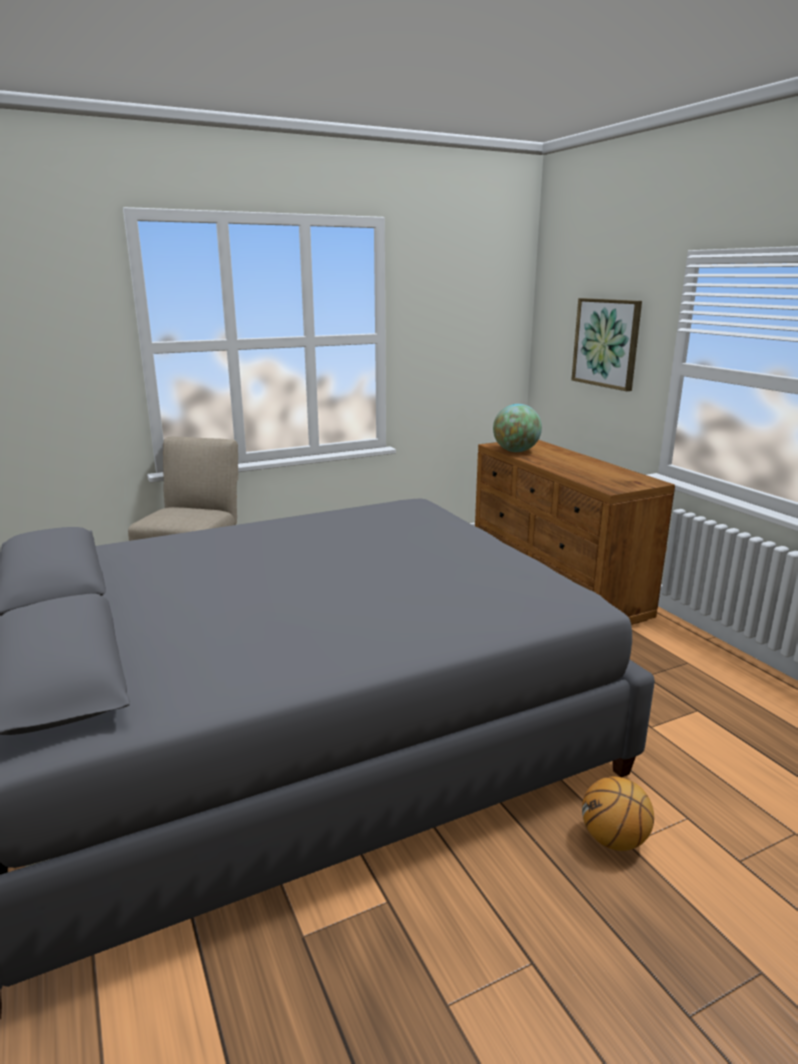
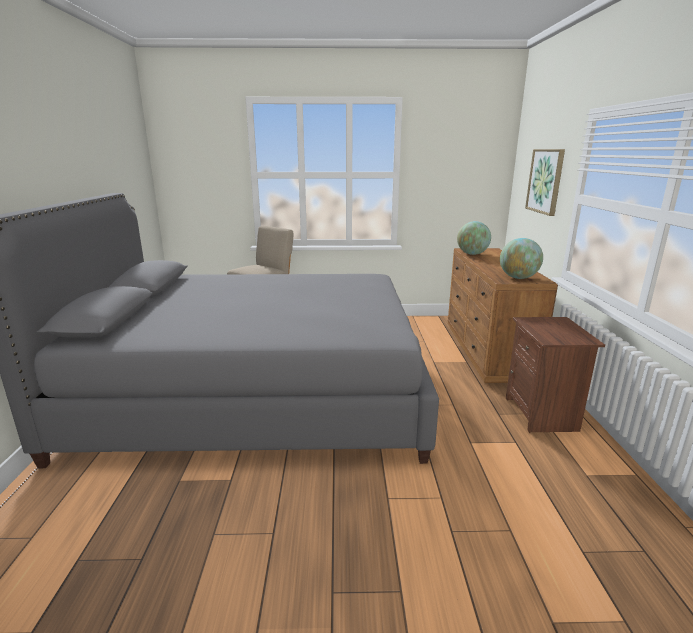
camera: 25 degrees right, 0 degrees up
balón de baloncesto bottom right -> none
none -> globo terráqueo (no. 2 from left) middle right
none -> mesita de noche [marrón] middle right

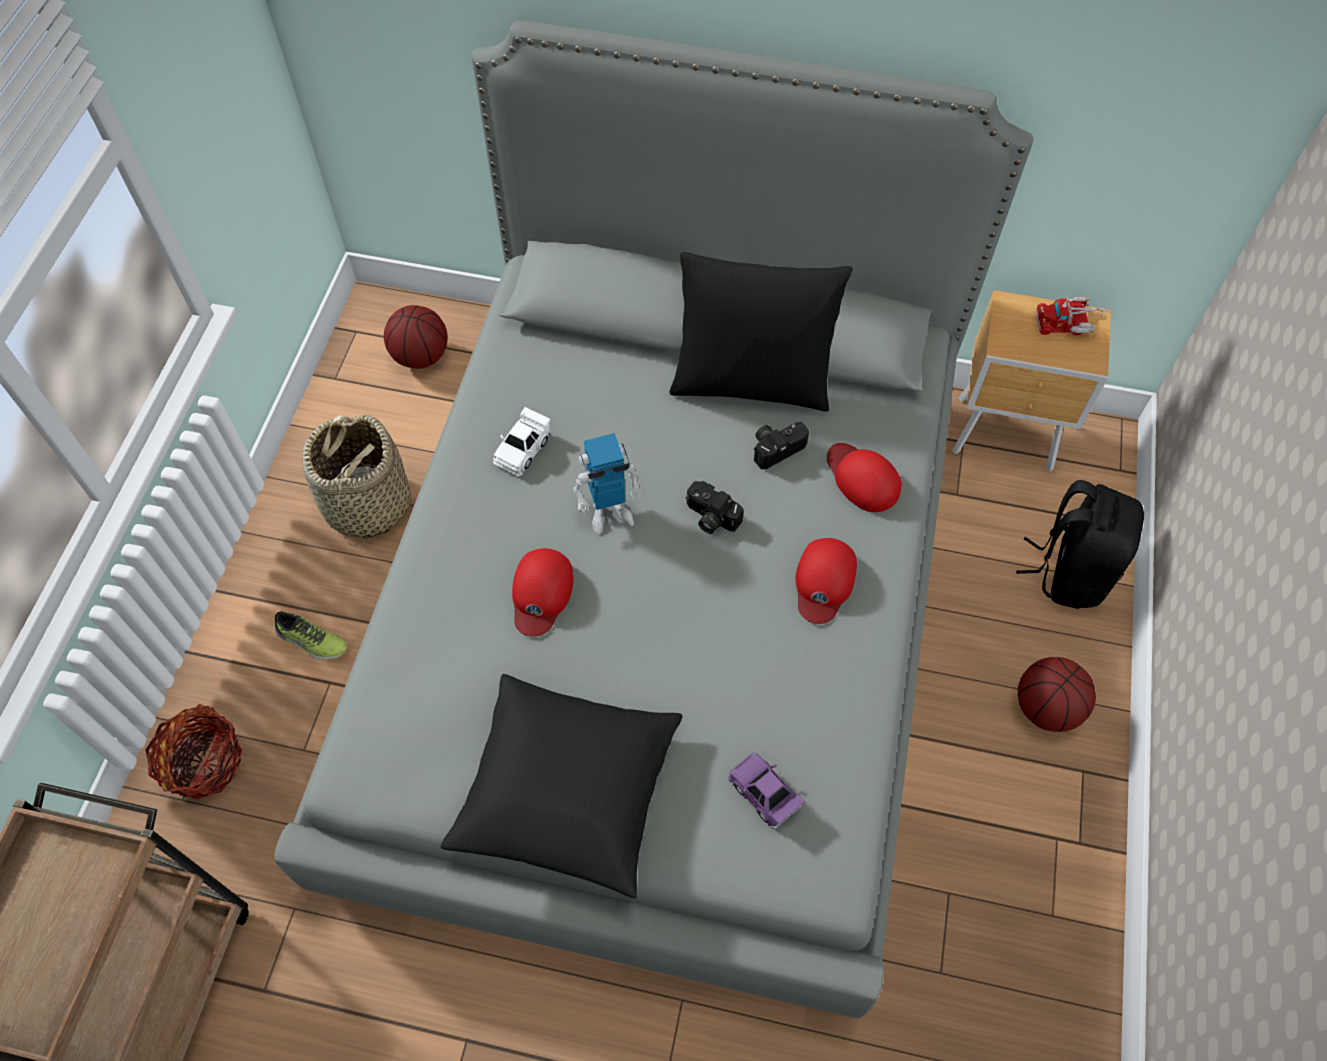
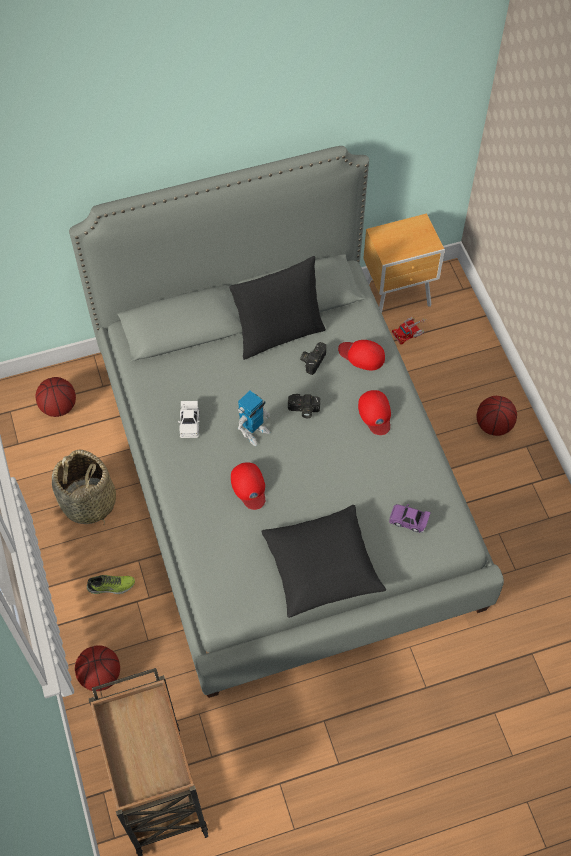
camera: 30 degrees left, 0 degrees up
mochila [negro] middle right -> none
camión de juguete top right -> camión de juguete middle right, shifted
cesta (no. 1 from left) bottom left -> balón de baloncesto (no. 2 from left) bottom left

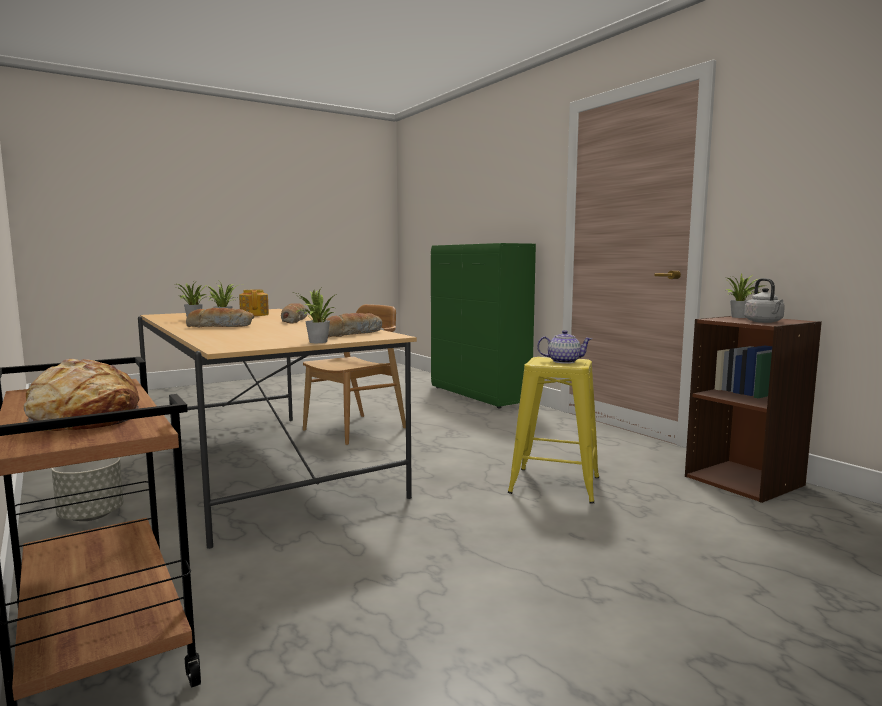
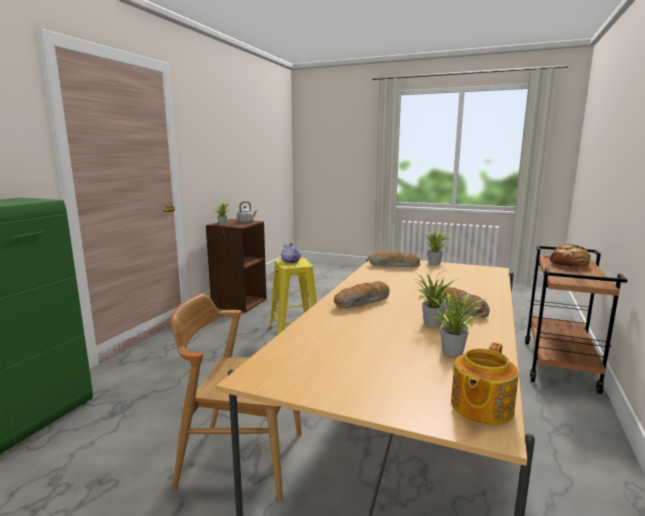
camera: 125 degrees left, 5 degrees up
maceta [gris] bottom left -> none
tetera (no. 1 from left in the first image) middle left -> tetera (no. 2 from left) bottom right, shifted

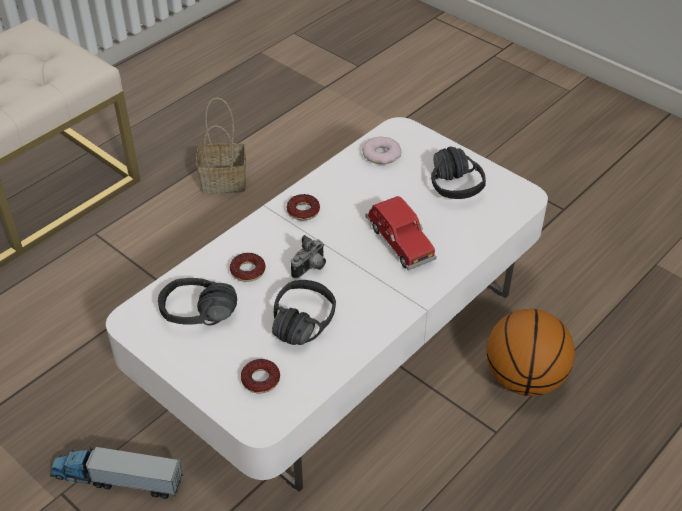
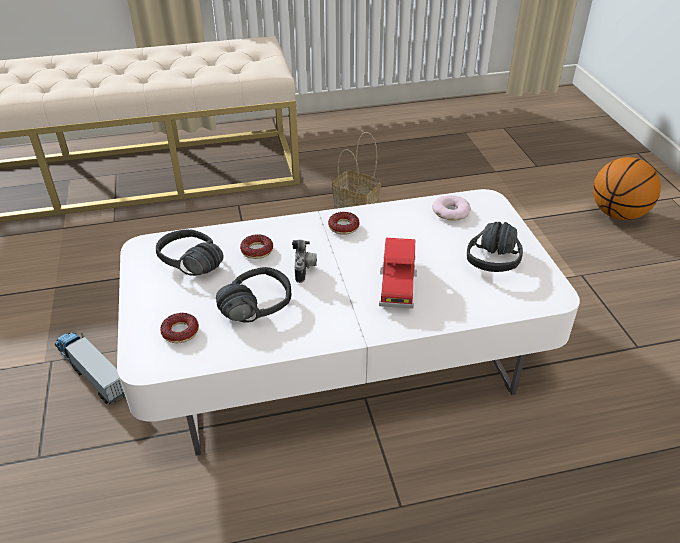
camera: 35 degrees right, 5 degrees down
balón de baloncesto bottom right -> balón de baloncesto middle right, shifted
cámara centre, 75 degrees counterclockwise

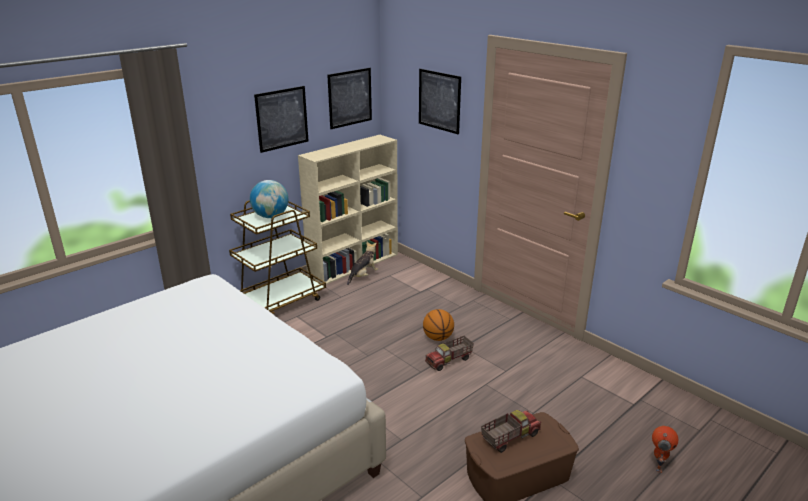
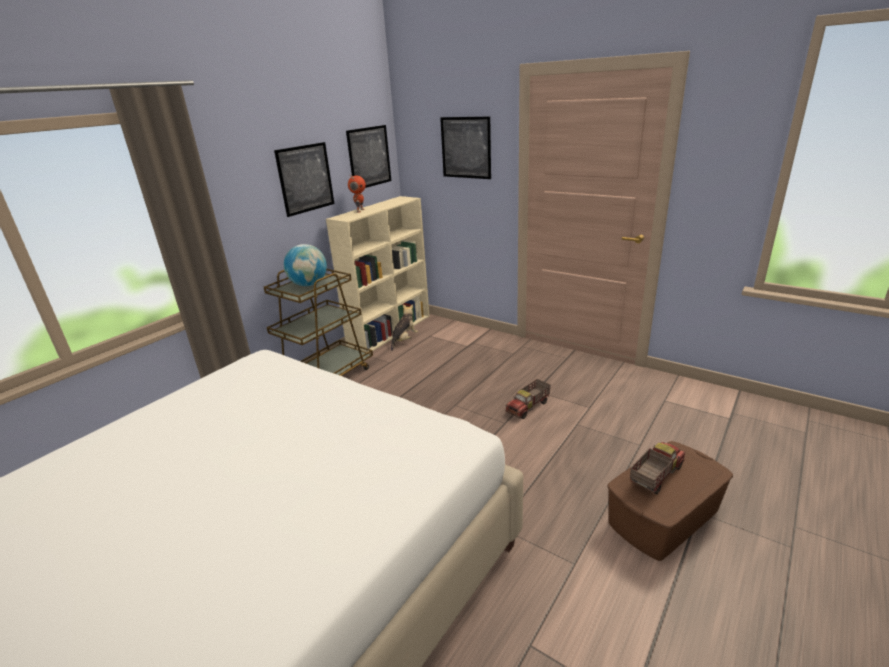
camera: 10 degrees left, 0 degrees up
balón de baloncesto centre -> none
robot de juguete bottom right -> robot de juguete top centre, shifted

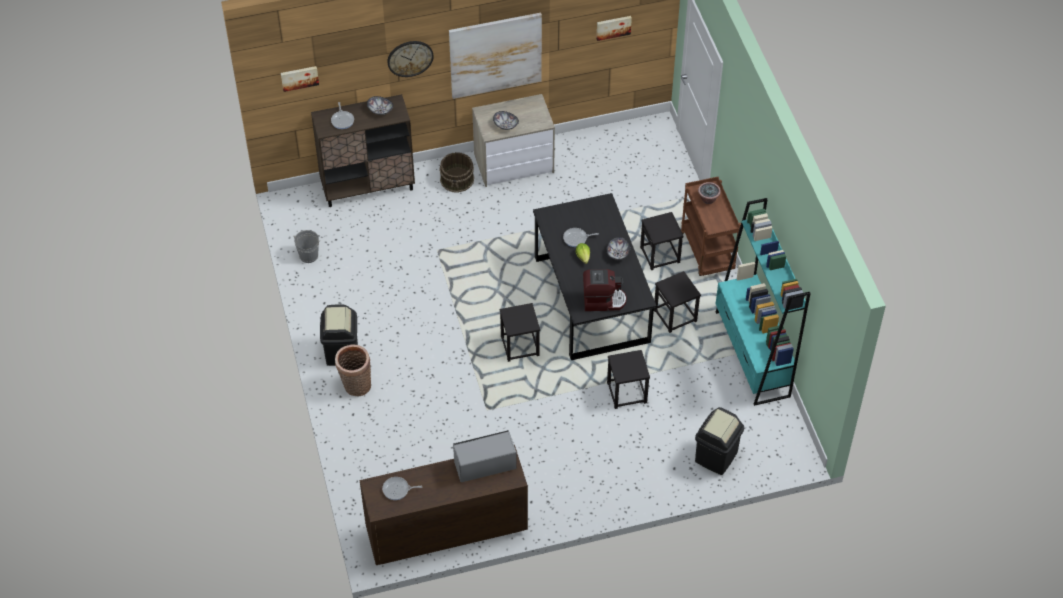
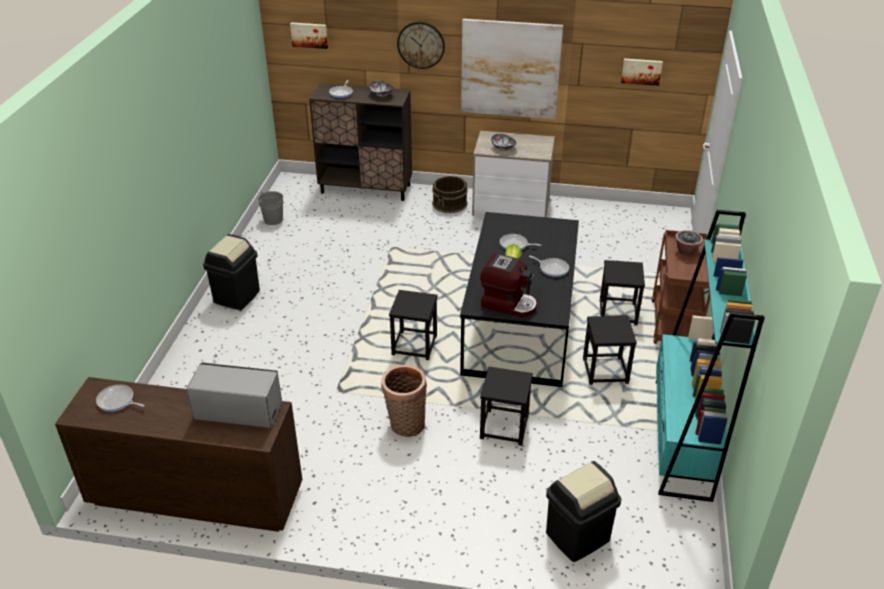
camera: 25 degrees right, 15 degrees down
cesta middle left -> cesta bottom centre, shifted
cuenco (no. 3 from left) centre -> sartén (no. 4 from left) centre

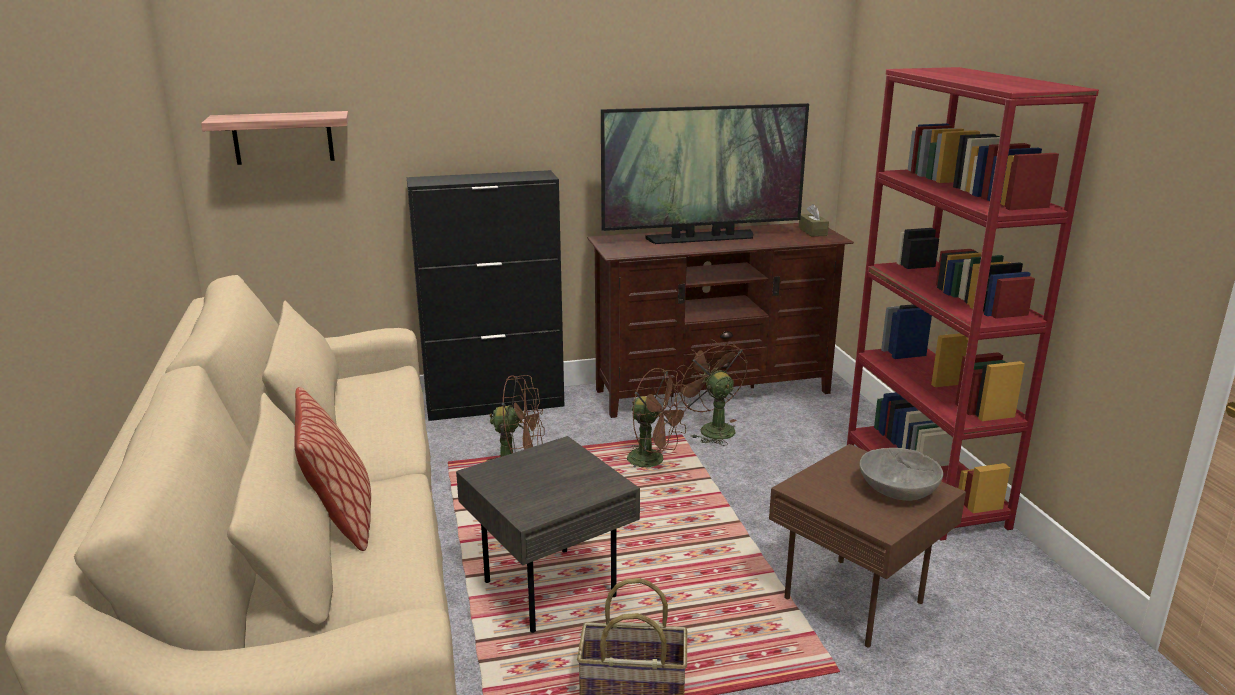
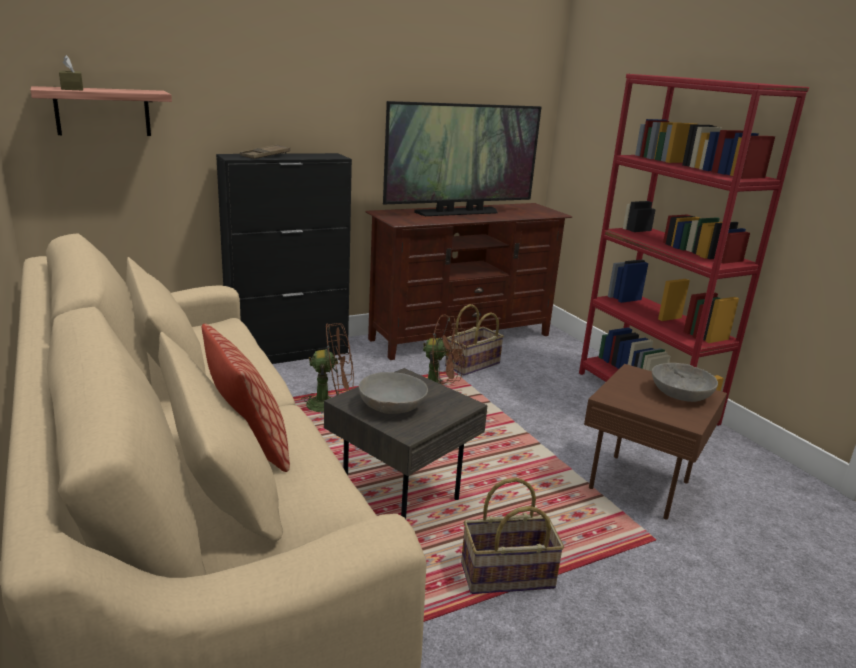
camera: 15 degrees left, 0 degrees up
none -> bandeja [marrón] top left
none -> cuenco [gris] (no. 1 from left) centre
caja de pañuelos [marrón] top centre -> caja de pañuelos [marrón] top left, shifted
ventilador [marrón] (no. 3 from left) centre -> cesta (no. 1 from left) centre

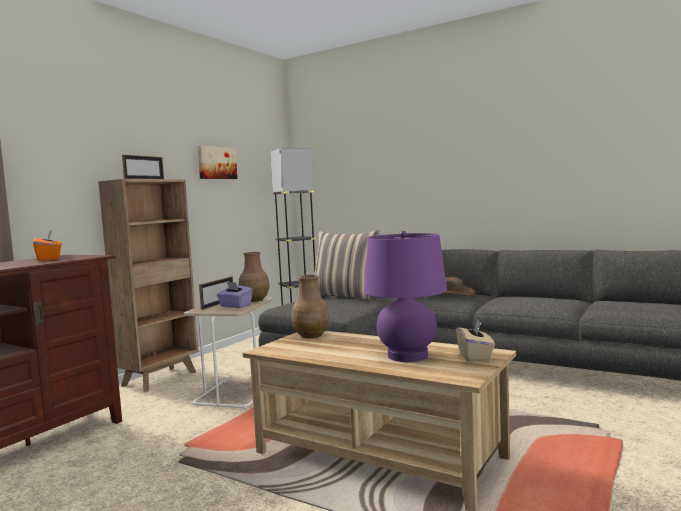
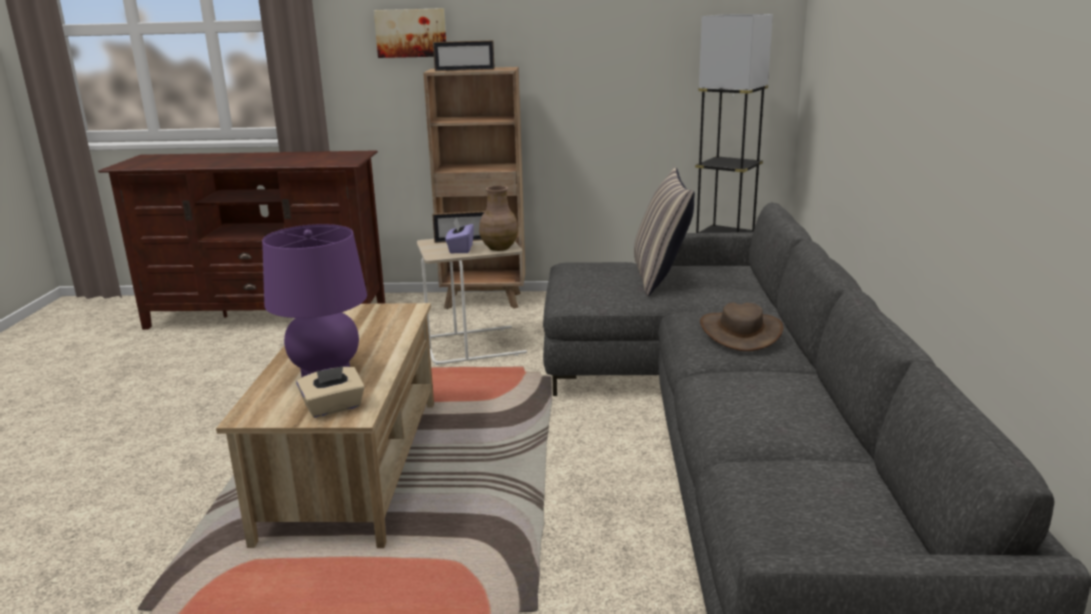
camera: 60 degrees right, 15 degrees up
caja de pañuelos [naranja] middle left -> none
florero [marrón] (no. 2 from left) centre -> none
cuadro top left -> cuadro top centre, shifted

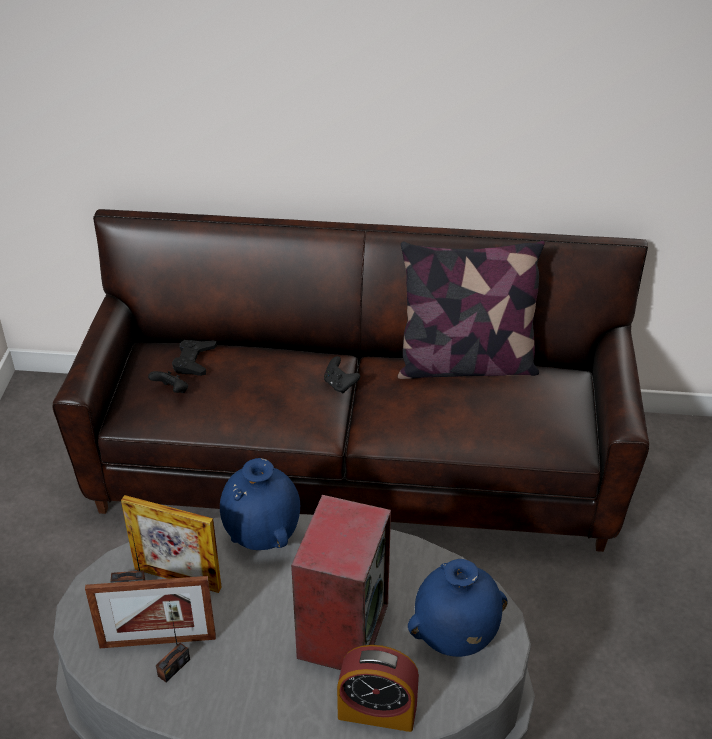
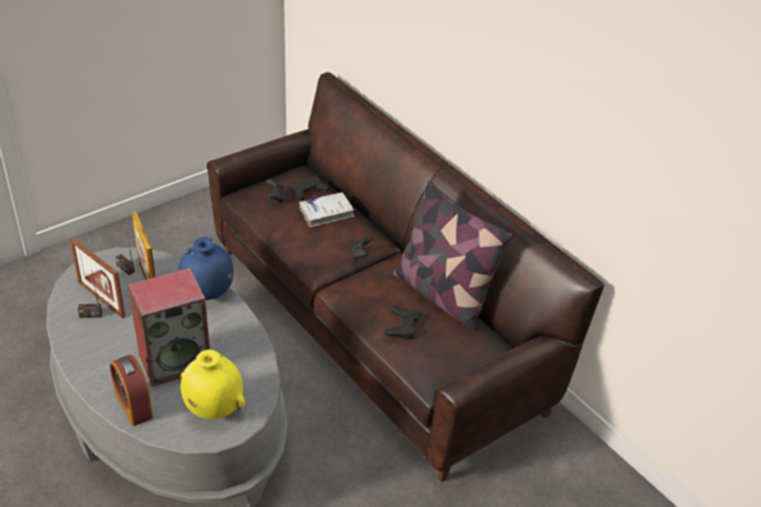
camera: 45 degrees right, 0 degrees up
none -> libro [blanco] centre
none -> mando de consola [negro] (no. 4 from left) centre
florero [azul] (no. 2 from left) bottom centre -> florero [amarillo] bottom left

